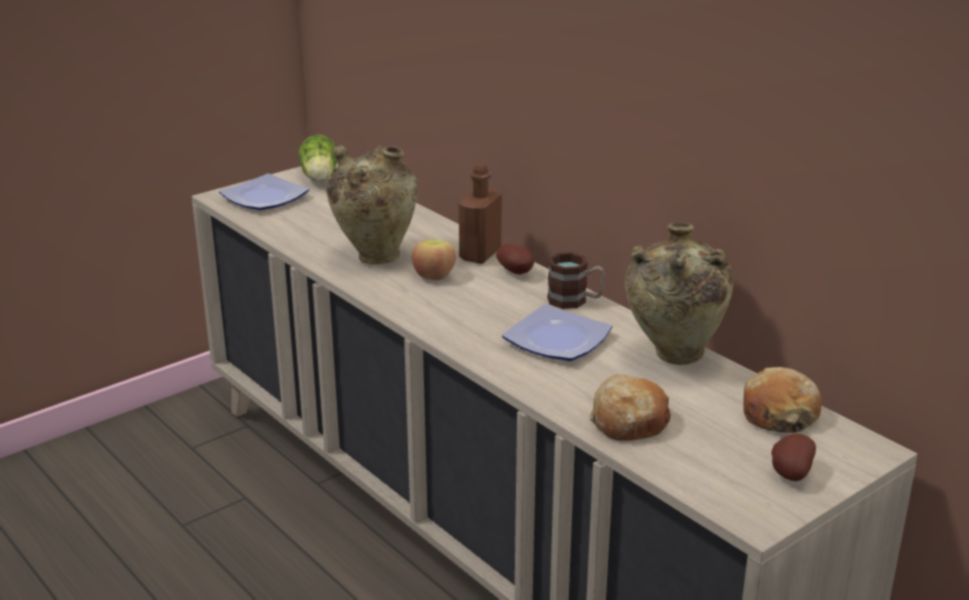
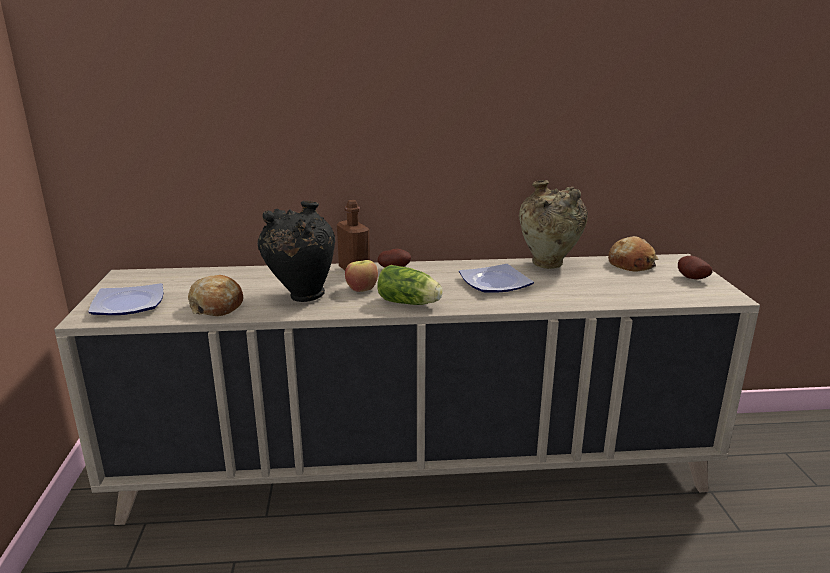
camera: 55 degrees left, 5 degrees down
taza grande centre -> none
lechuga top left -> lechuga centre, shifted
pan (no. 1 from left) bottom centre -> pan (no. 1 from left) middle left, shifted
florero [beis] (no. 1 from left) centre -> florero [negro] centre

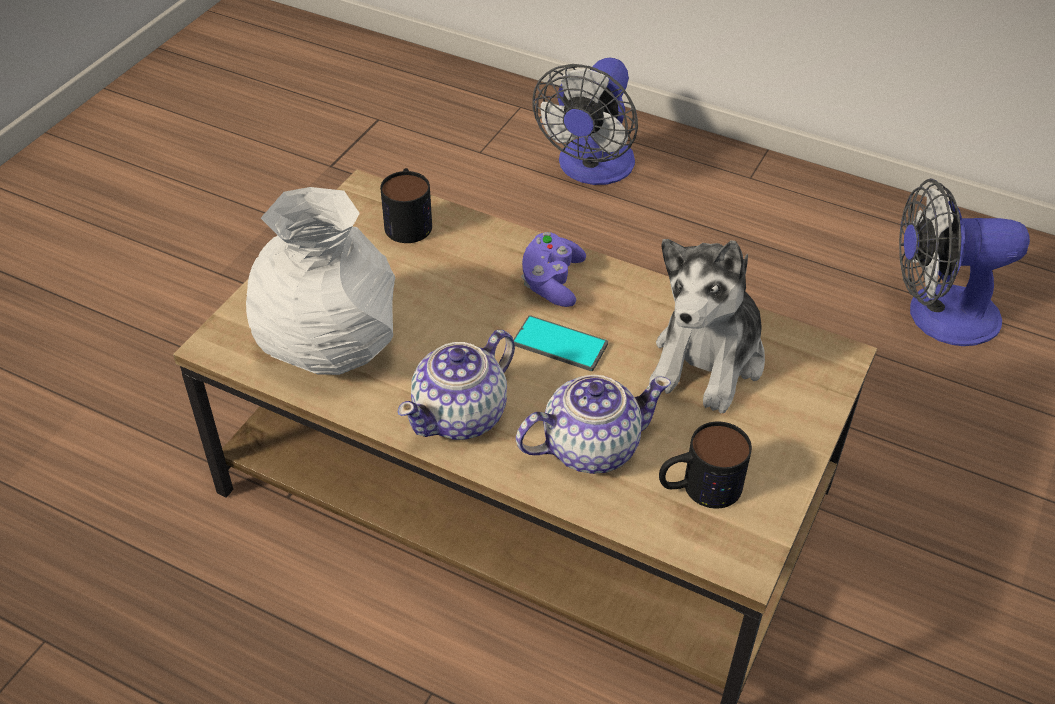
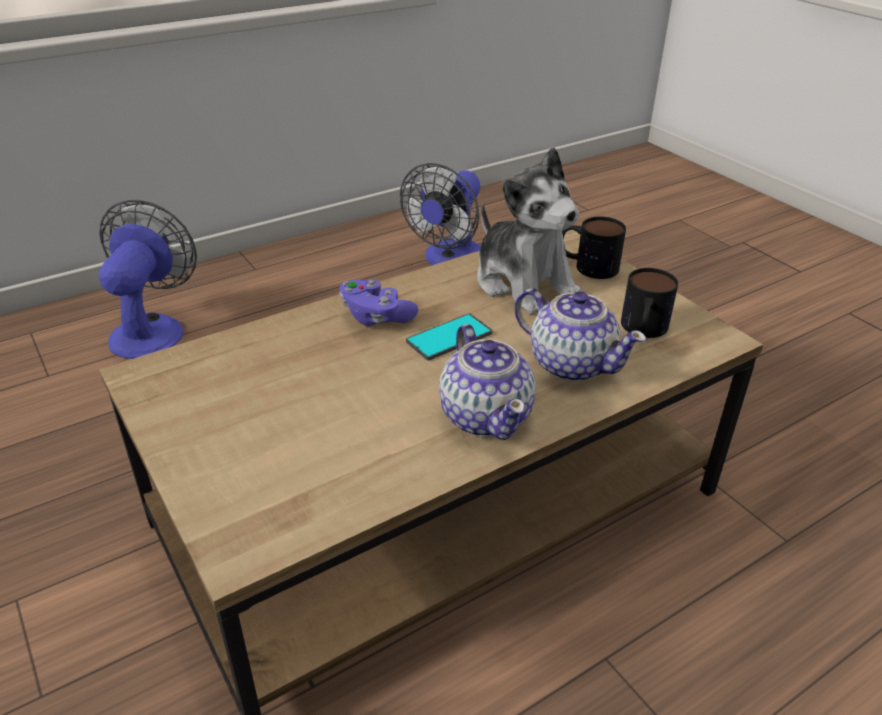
camera: 60 degrees left, 10 degrees down
florero [blanco] middle left -> none
taza grande (no. 1 from left) top centre -> taza grande (no. 1 from left) middle right, shifted
tetera (no. 2 from left) centre, 120 degrees clockwise
ventilador (no. 1 from left) top centre -> ventilador (no. 1 from left) middle left, 135 degrees counterclockwise

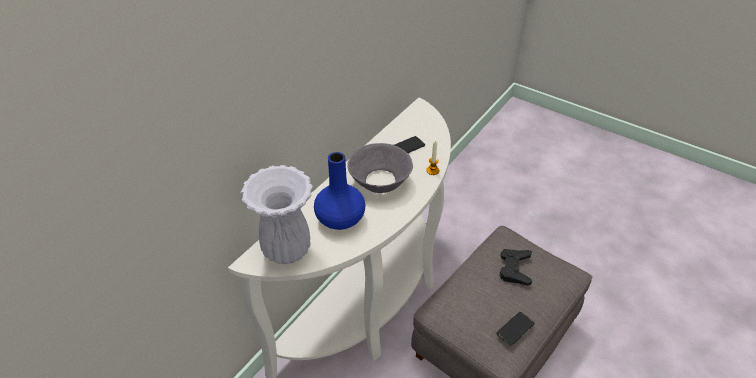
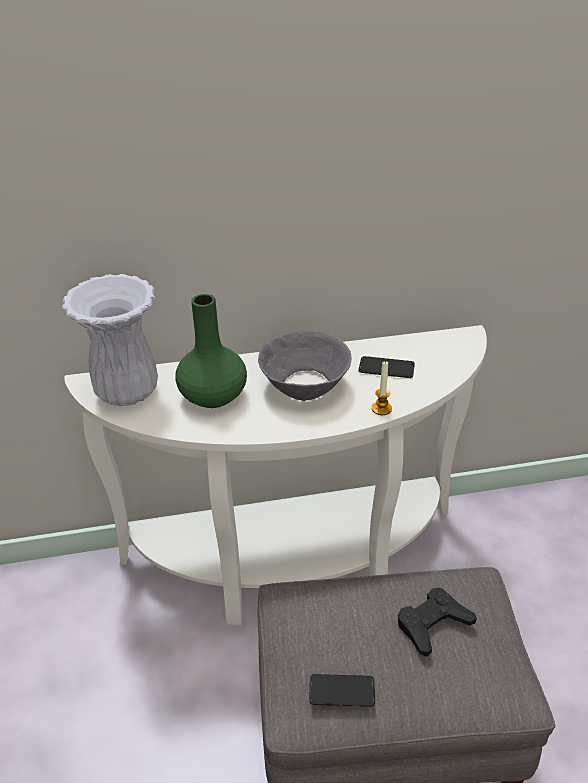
camera: 45 degrees right, 5 degrees down
florero [azul] centre -> florero [verde] centre

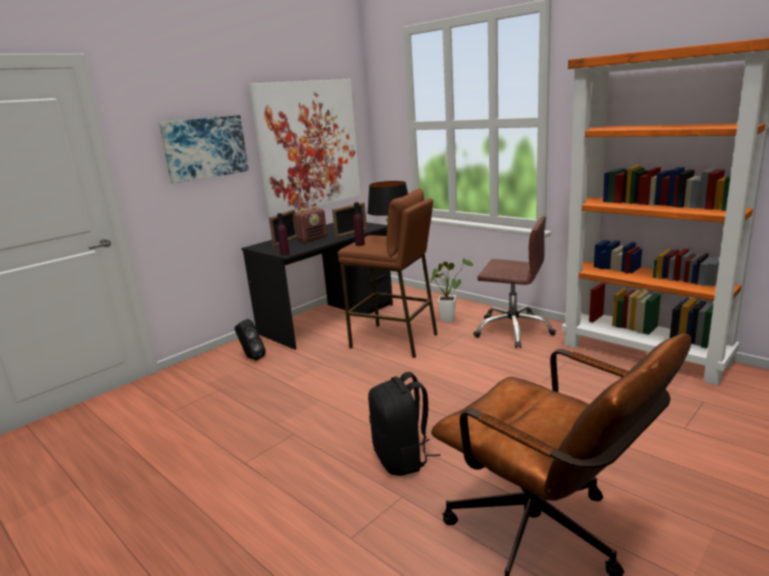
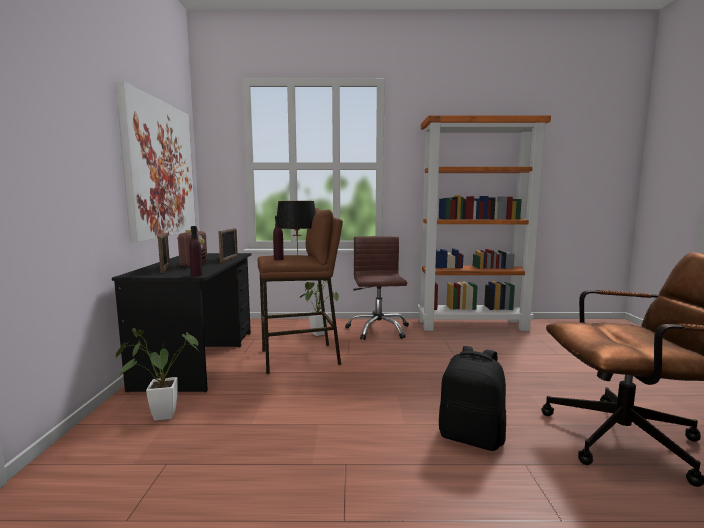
camera: 45 degrees left, 10 degrees down
cuadro (no. 1 from left) top left -> none
altavoz [negro] middle left -> planta en maceta (no. 1 from left) bottom left
silla de oficina [marrón] (no. 1 from left) middle right -> silla de oficina [marrón] (no. 1 from left) centre, 75 degrees counterclockwise

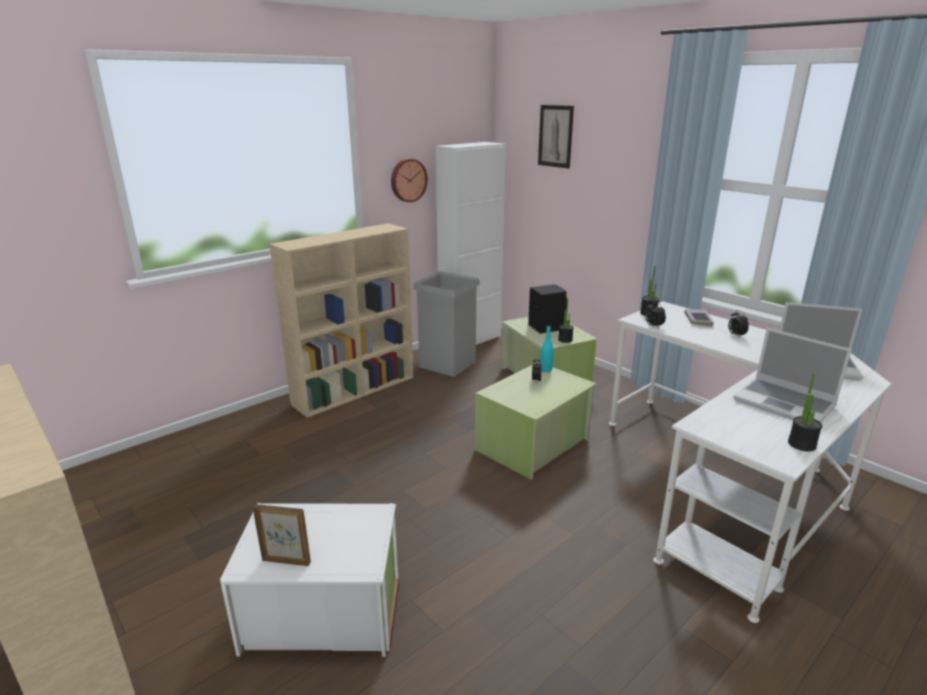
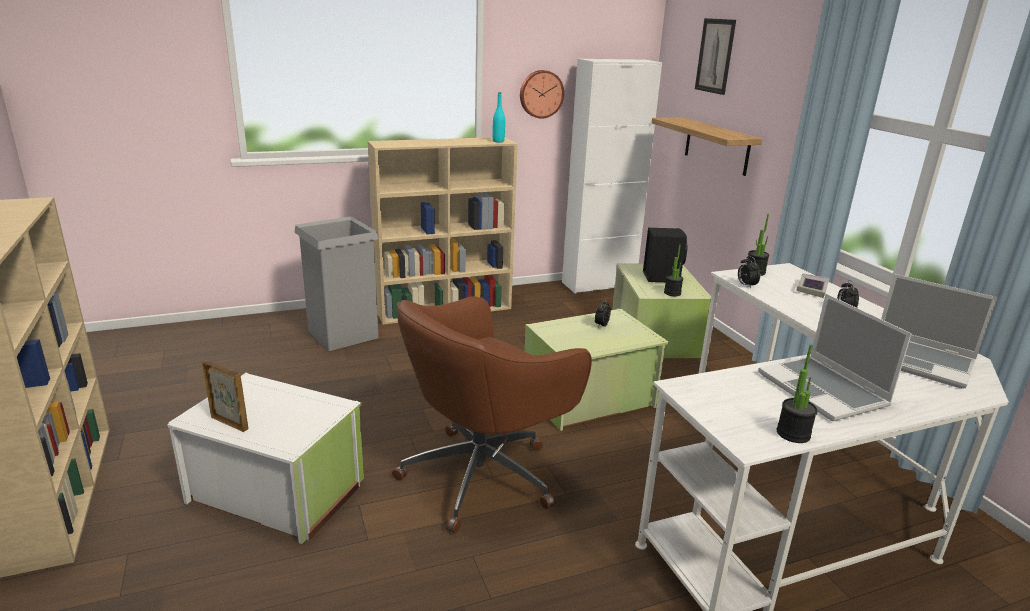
camera: 20 degrees right, 0 degrees up
none -> silla de oficina [marrón] bottom centre
none -> estante top right
papelera [gris] centre -> papelera [gris] middle left, shifted
botella [turquesa] centre -> botella [turquesa] top centre, shifted

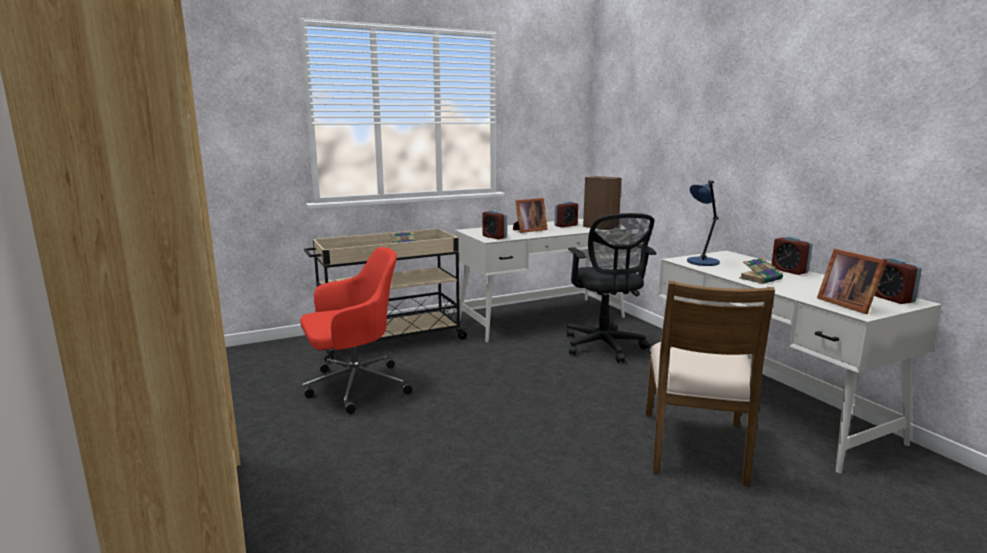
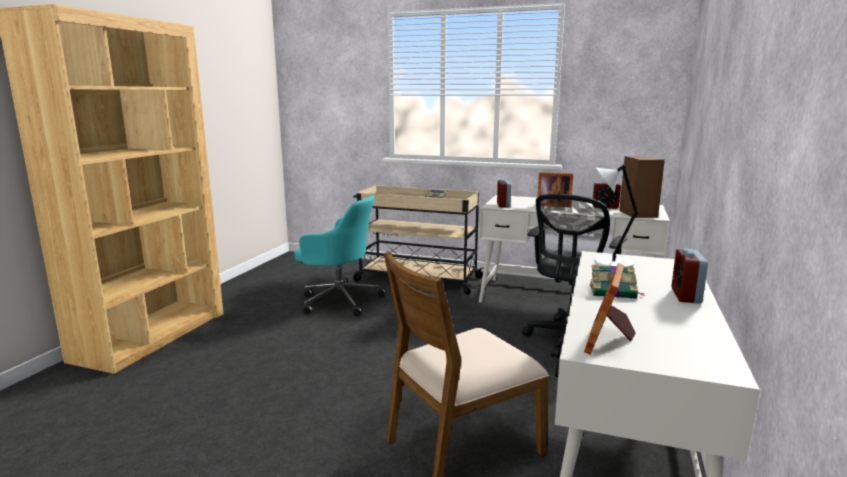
camera: 45 degrees right, 0 degrees up
despertador (no. 4 from left) middle right -> none
silla de oficina [rojo] centre -> silla de oficina [turquesa] centre
lámpara de mesa [azul] middle right -> lámpara de mesa [blanco] middle right

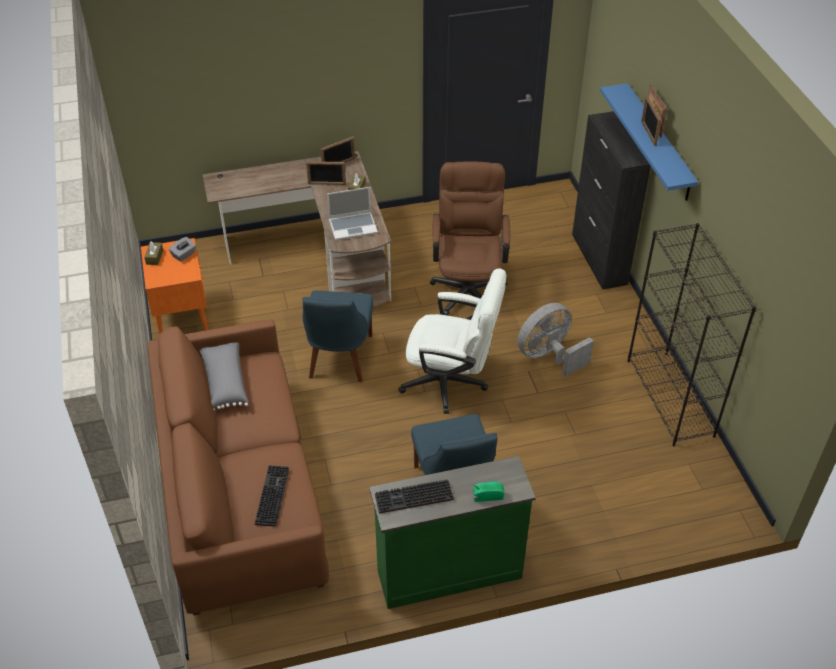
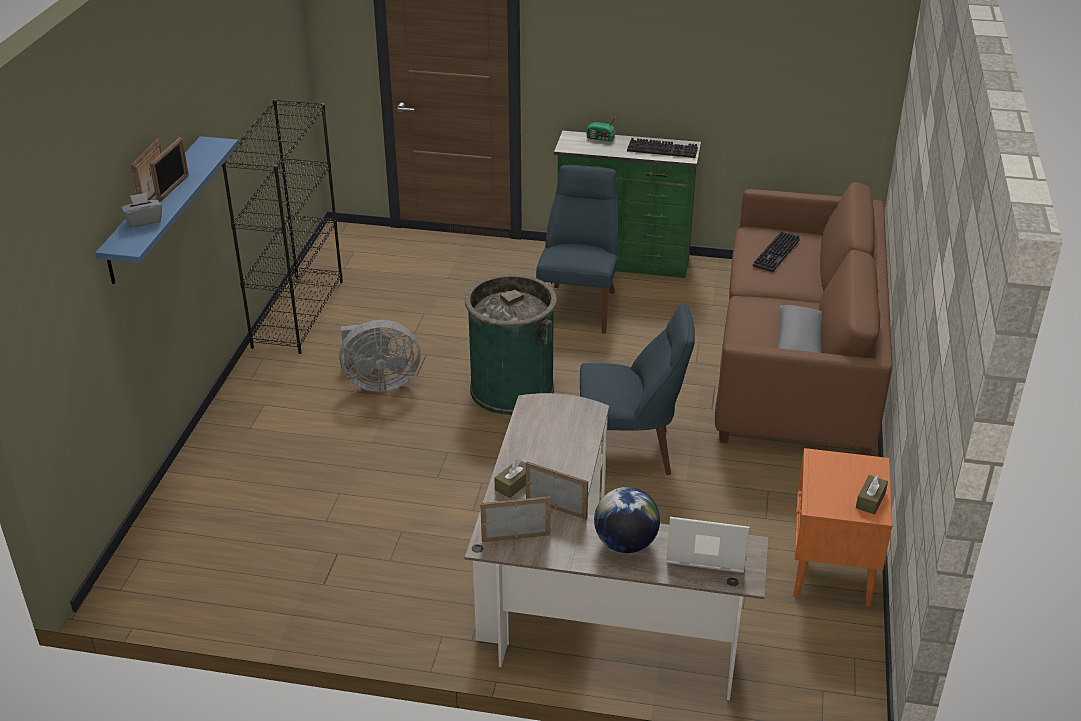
camera: 155 degrees left, 10 degrees down
silla de oficina [marrón] centre -> none
armario [negro] top right -> none
none -> globo terráqueo bottom centre
caja de pañuelos [gris] middle left -> caja de pañuelos [gris] top left, shifted
portátil top centre -> portátil bottom centre, shifted
silla de oficina [blanco] centre -> papelera [verde] centre
silla [azul] (no. 1 from left in the first image) centre -> silla [azul] (no. 2 from left) centre, 60 degrees clockwise

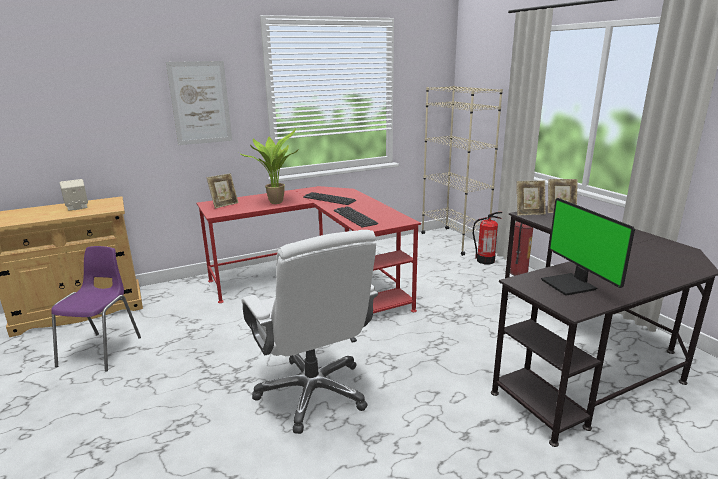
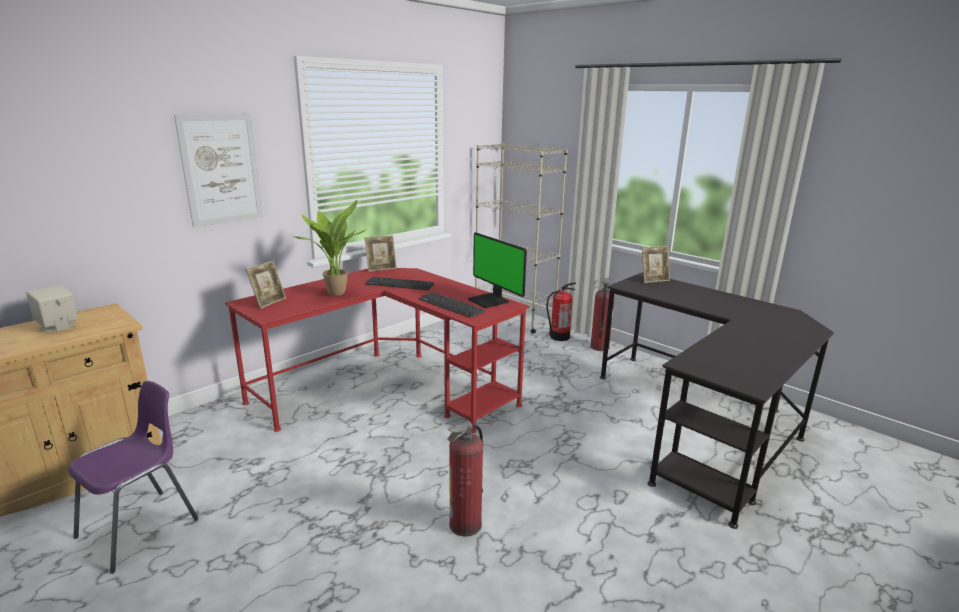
camera: 20 degrees left, 0 degrees up
portarretratos (no. 2 from left) middle right -> portarretratos (no. 2 from left) centre, shifted
monitor middle right -> monitor centre, shifted
silla de oficina [blanco] bottom centre -> extintor (no. 1 from left) bottom centre
silla [morado] middle left -> silla [morado] bottom left, 45 degrees clockwise

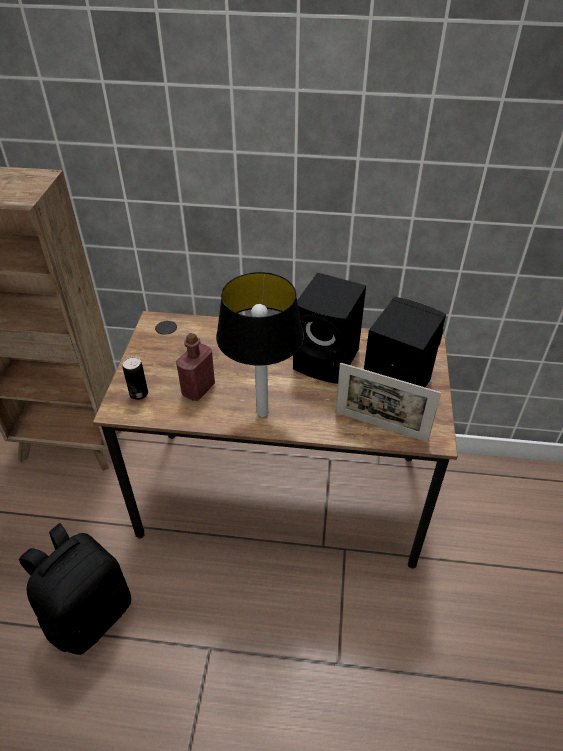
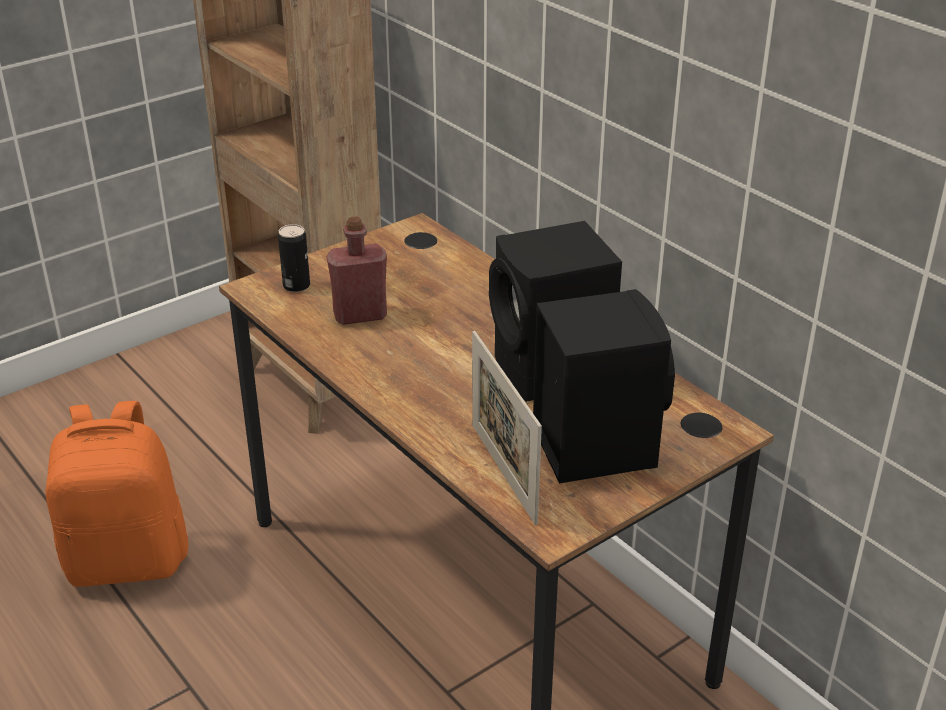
camera: 45 degrees right, 10 degrees down
lámpara de mesa centre -> none
mochila [negro] bottom left -> mochila [naranja] bottom left

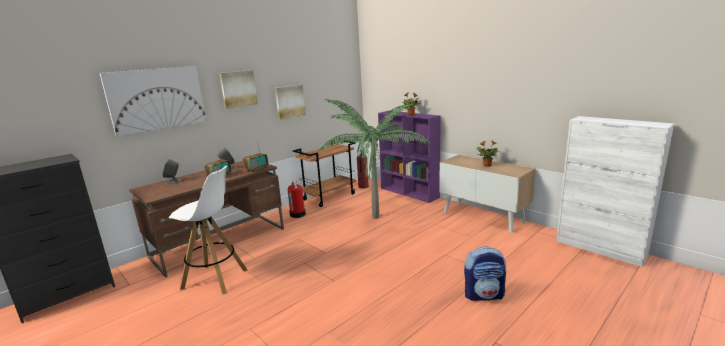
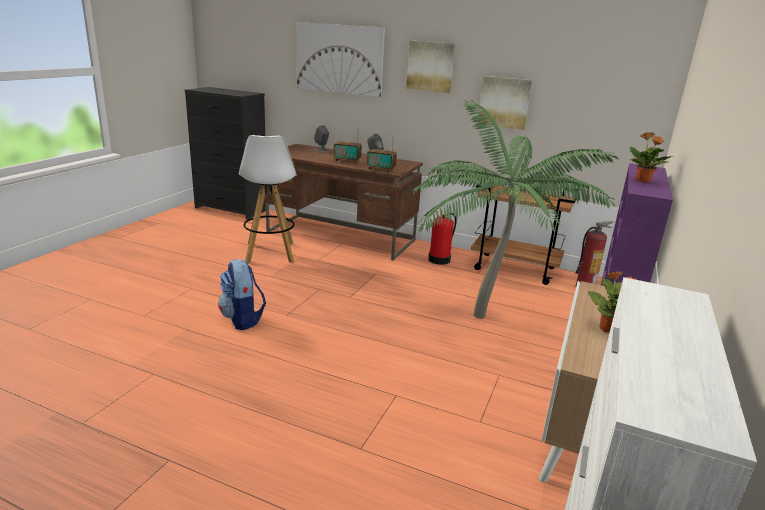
camera: 65 degrees right, 5 degrees up
mochila bottom right -> mochila middle left, shifted

